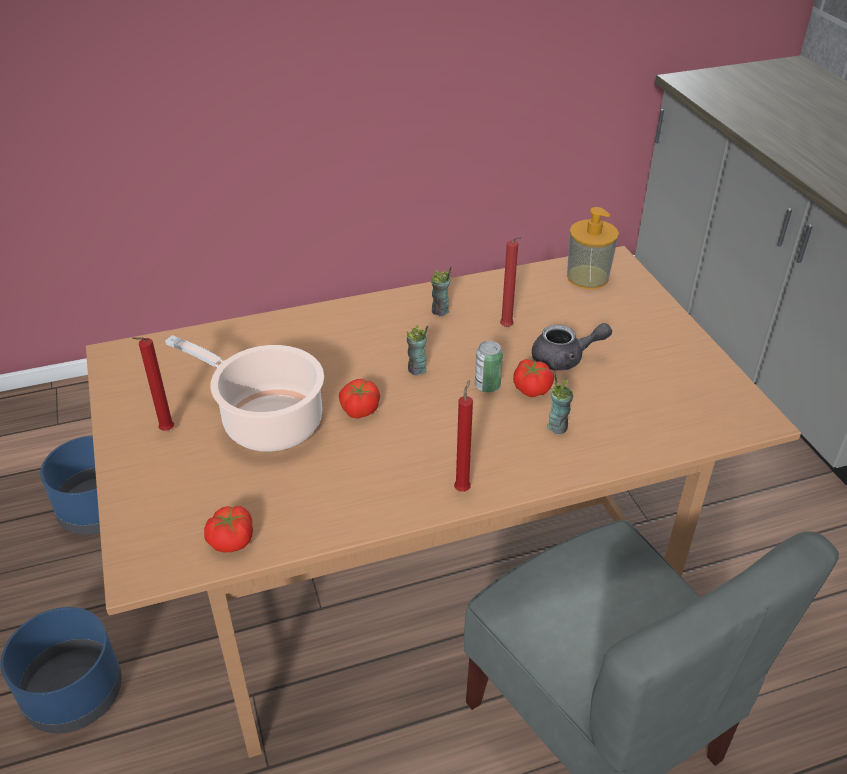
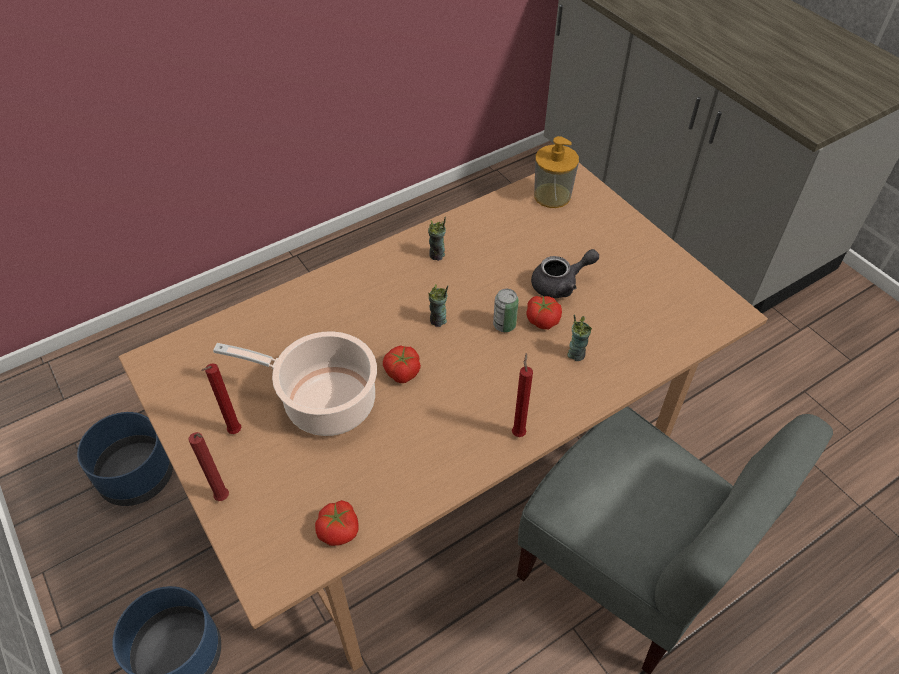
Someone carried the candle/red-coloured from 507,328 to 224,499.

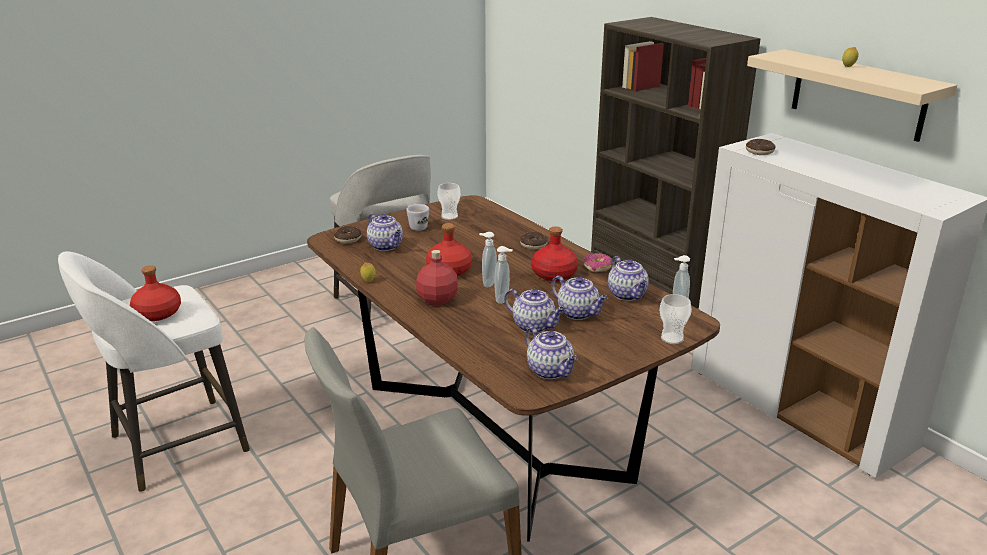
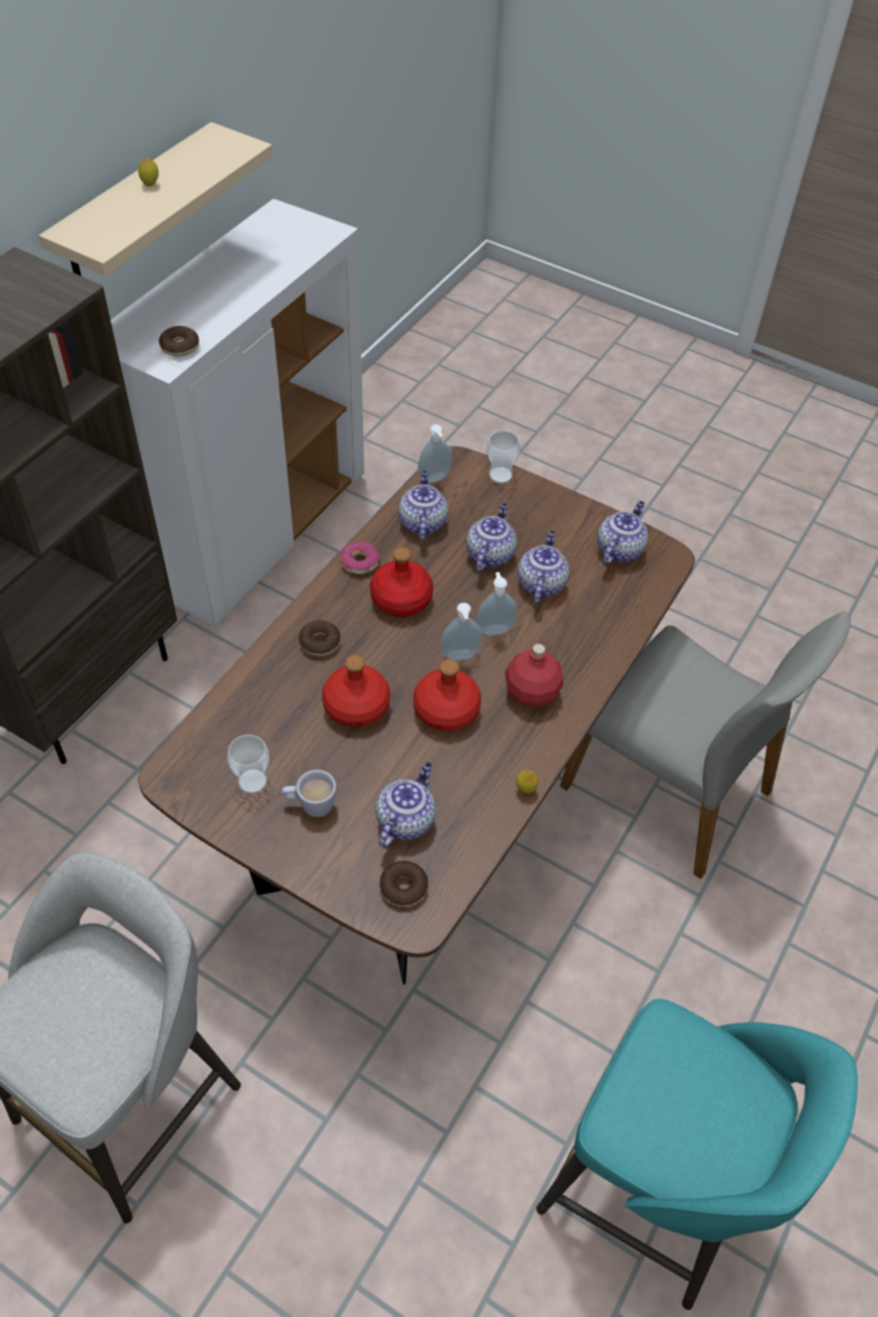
Someone repainted the sitting stool/whitish at 174,445, which became the sitting stool/turquoise at 654,1188. Someone rotated the tea pot at 628,295 by 45 degrees counterclockwise. Someone carried the beverage bottle/red-coloured from 158,313 to 356,705.

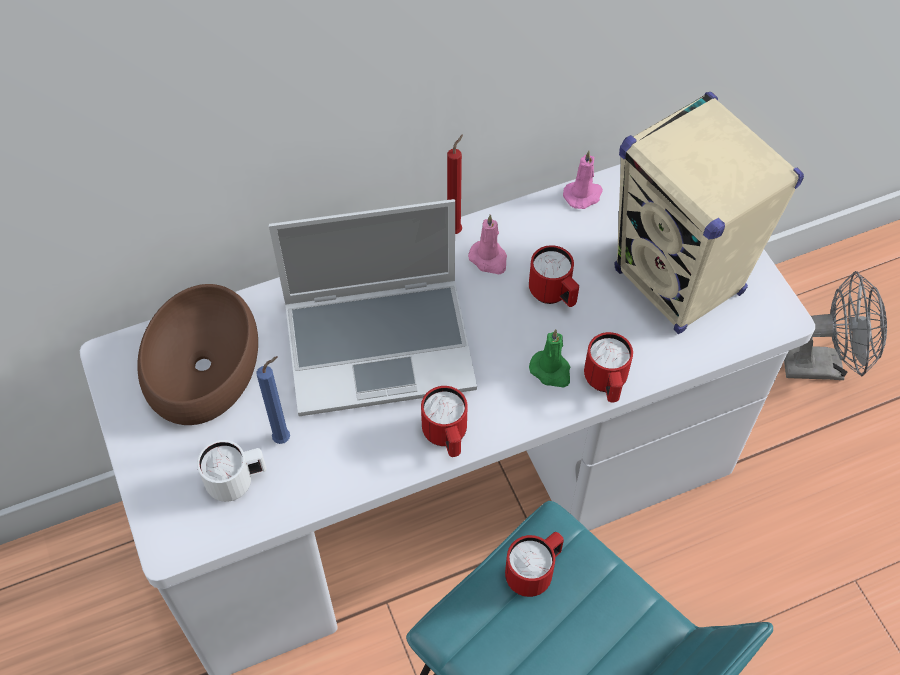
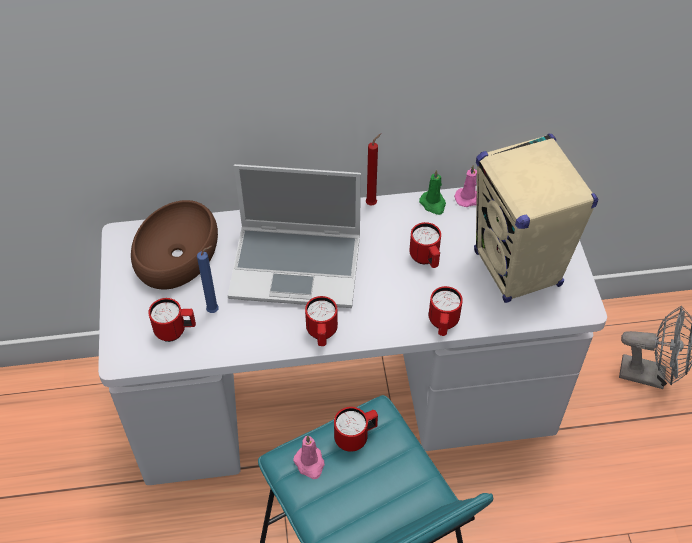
Someone carried the candle/pink from 489,259 to 310,463. Someone carried the candle/green-coloured from 551,371 to 433,204. Someone repainted the tea mug/whitish at 237,482, which became the tea mug/red-coloured at 175,331.

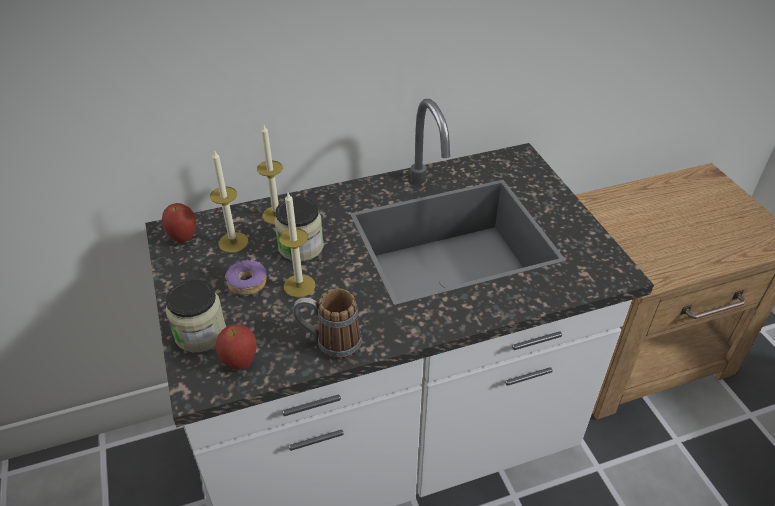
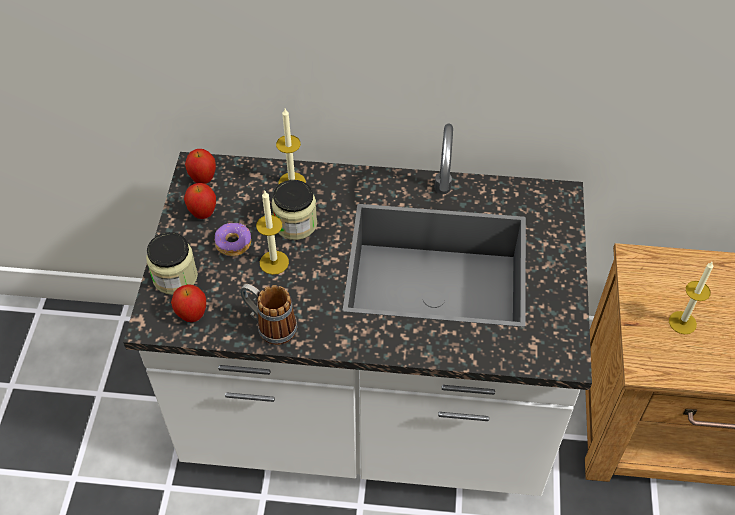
Someone carried the candle from 233,242 to 682,322. Someone put down the whole apple at 203,213.

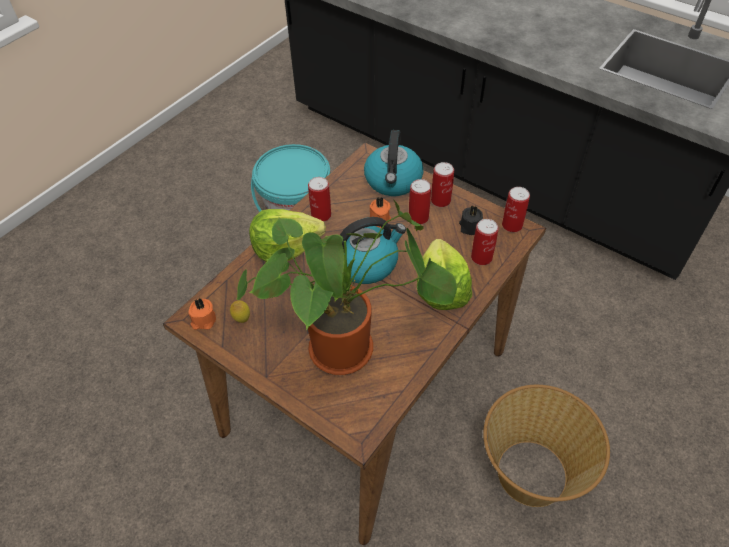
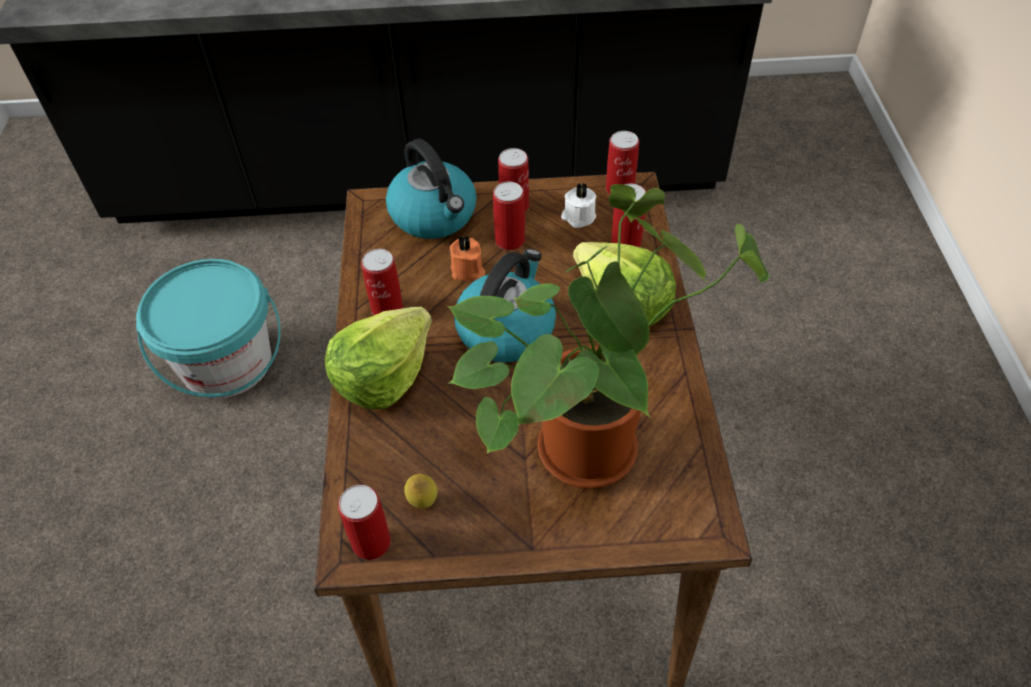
Someone repainted the candle/blackish at 470,227, which became the candle/whitish at 578,217. Someone swapped the candle/orange at 203,320 for the metal can at 371,542. Someone took away the household basket at 530,473.

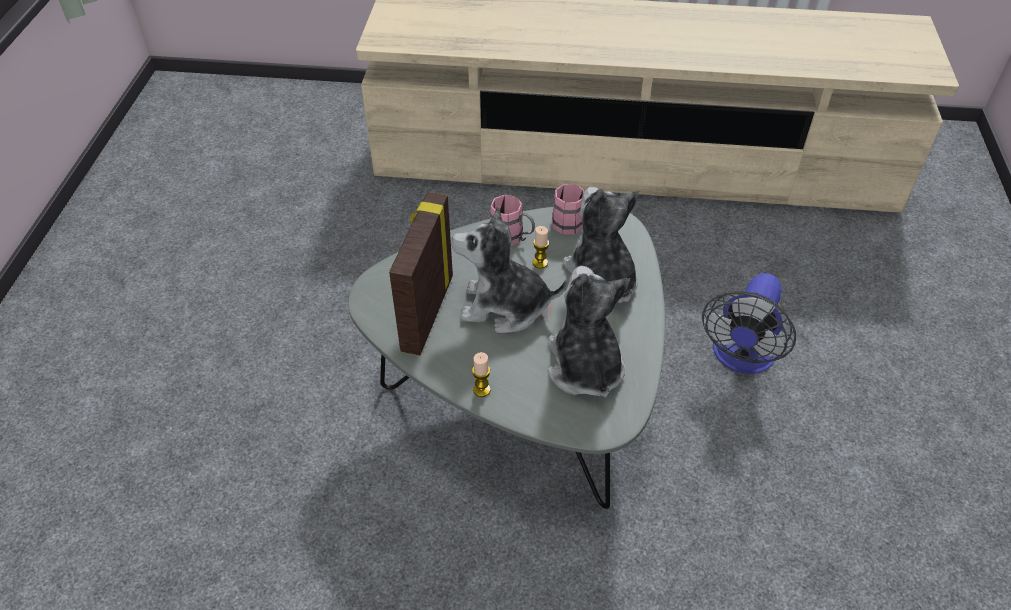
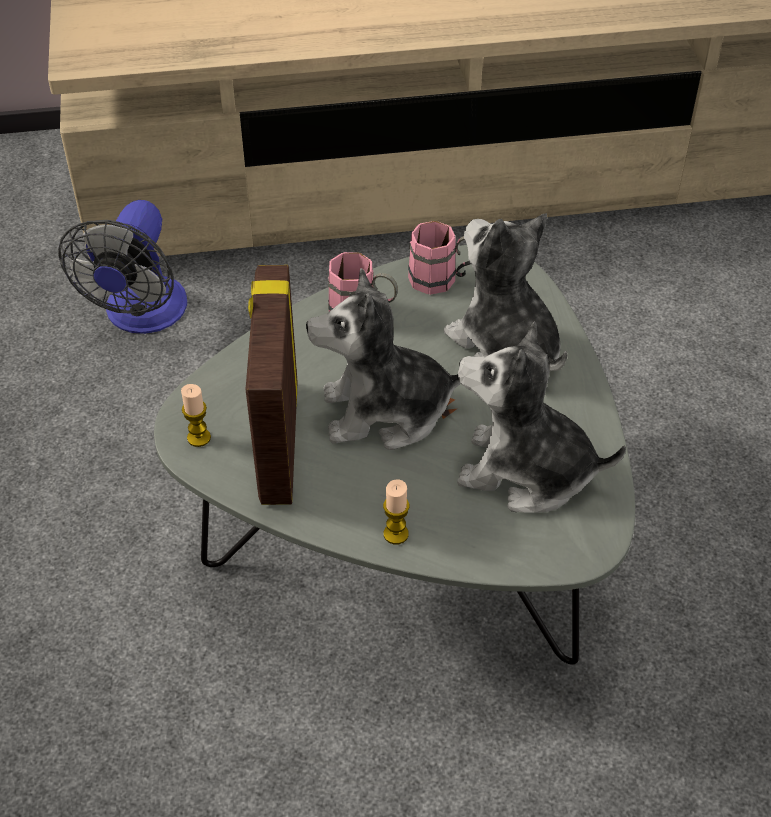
Someone carried the candle from 540,263 to 199,438. Someone rotated the plush toy at 584,367 by 45 degrees counterclockwise. Someone carried the cooling fan from 741,357 to 142,316.

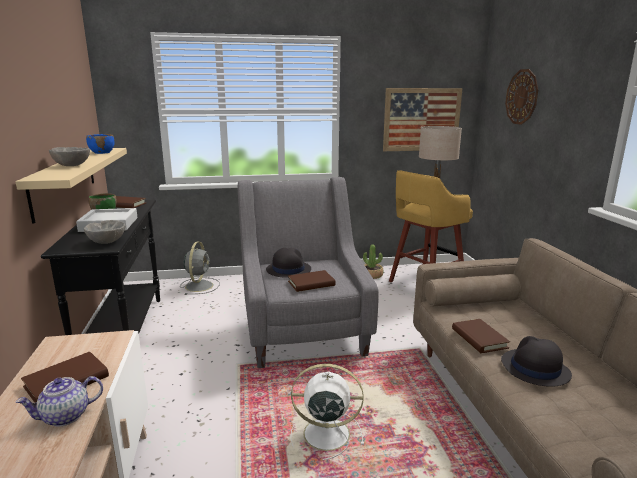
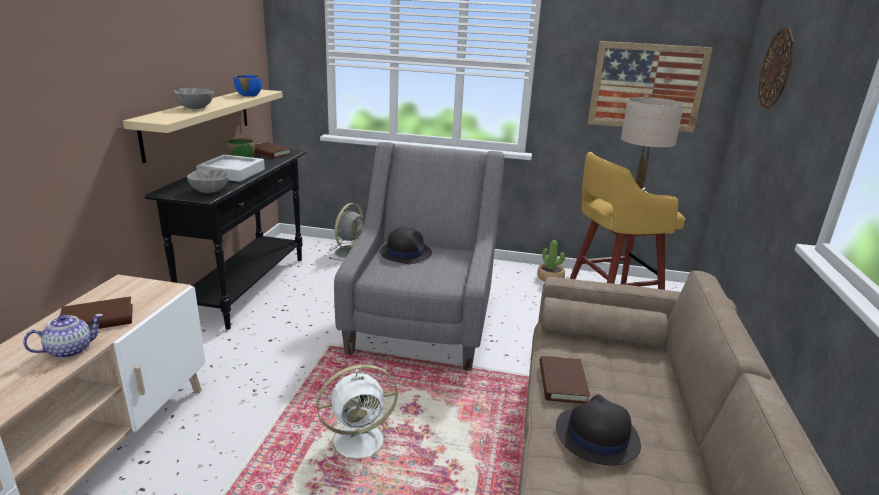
Someone took away the volume/brownish at 311,283. Someone rotated the cooling fan/whitish at 324,434 by 135 degrees clockwise. Someone rotated the tea pot at 65,416 by 150 degrees clockwise.

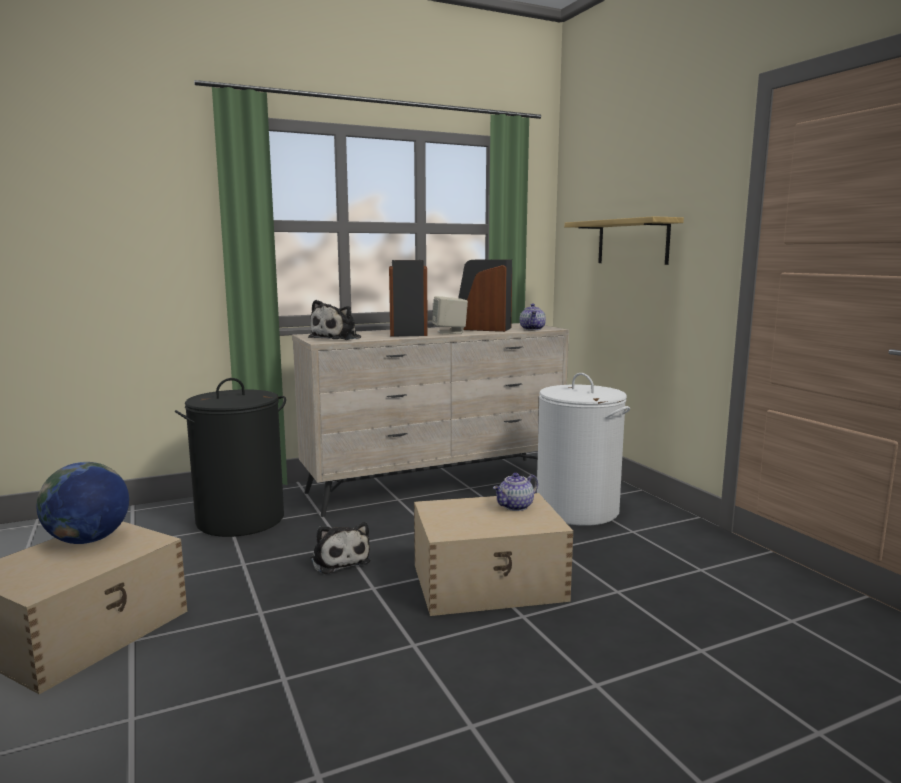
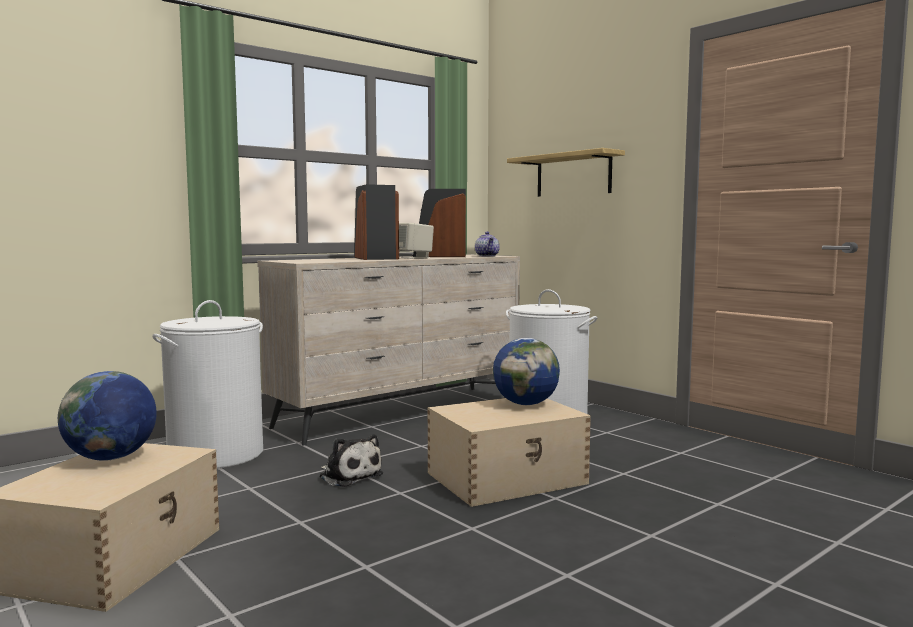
Someone took away the plush toy at 337,338. Someone repainted the laundry basket/blackish at 240,519, which became the laundry basket/whitish at 216,454. Someone swapped the tea pot at 516,507 for the desk globe at 525,404.

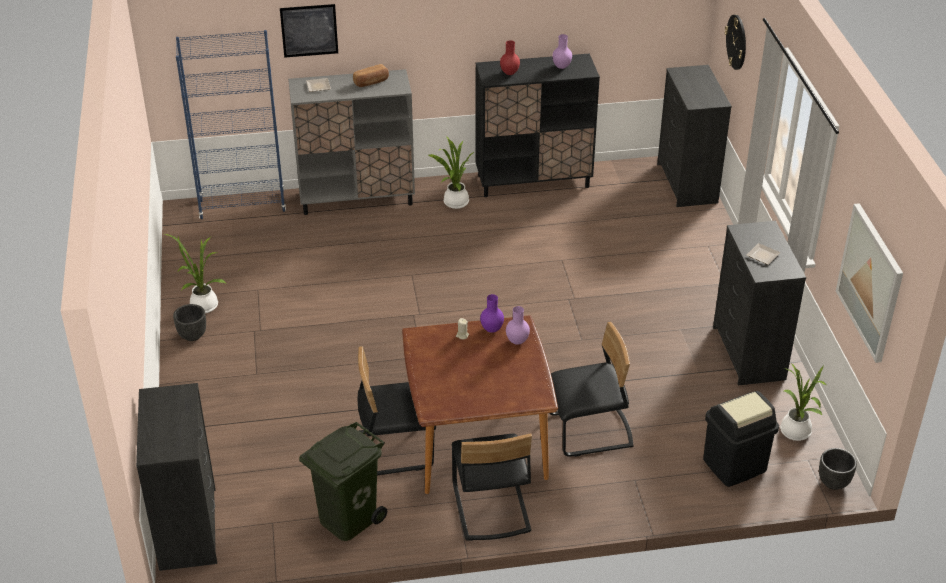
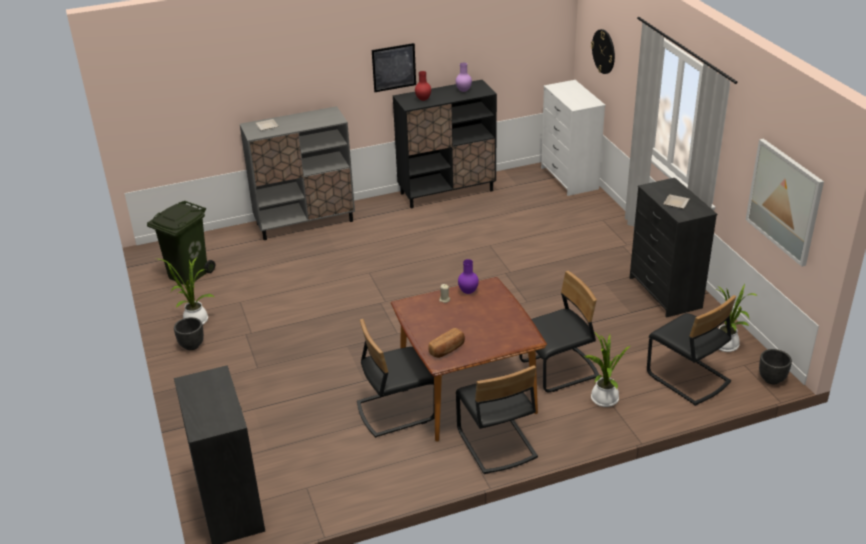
Someone carried the wall picture from 309,30 to 394,67. Someone took away the shelving unit/blue at 242,206. Someone carried the baked bread from 371,82 to 447,349. Someone repainted the drawer chest/blackish at 686,183, which became the drawer chest/whitish at 569,178. Someone carried the plant in a pot from 454,203 to 603,400. Someone took away the decorative vase/purple-coloured at 518,341. Someone swapped the waste bin/blackish at 734,466 for the upright chair/blackish at 687,378. Someone carried the waste bin/green-coloured from 347,518 to 187,273.

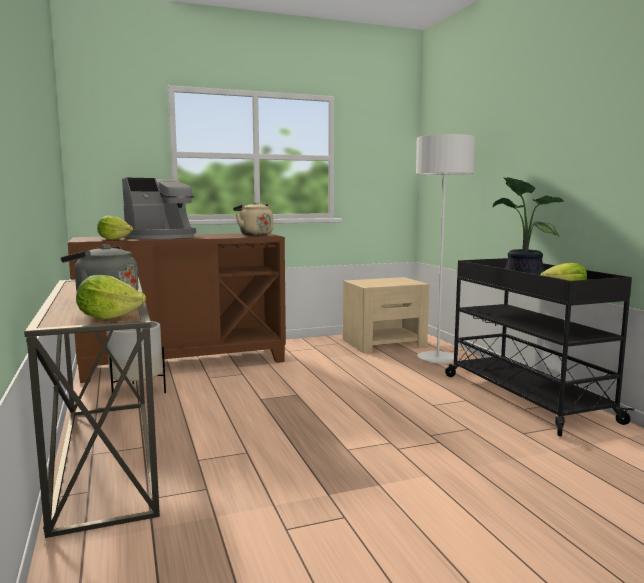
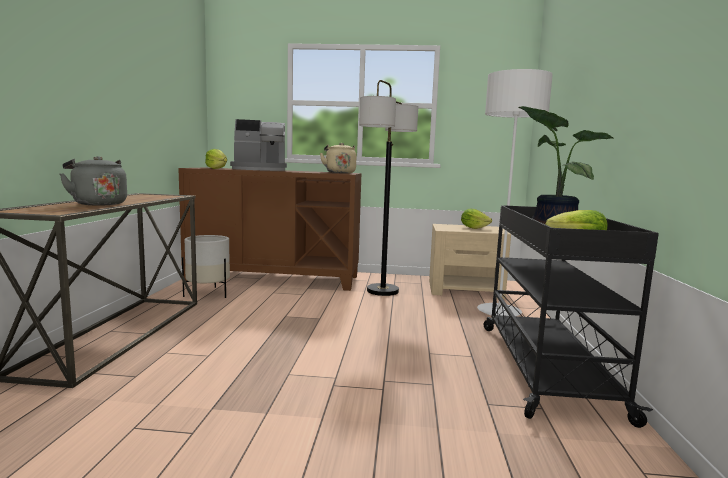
Someone carried the head of lettuce from 109,317 to 474,228. Someone put down the floor lamp at 383,291.

